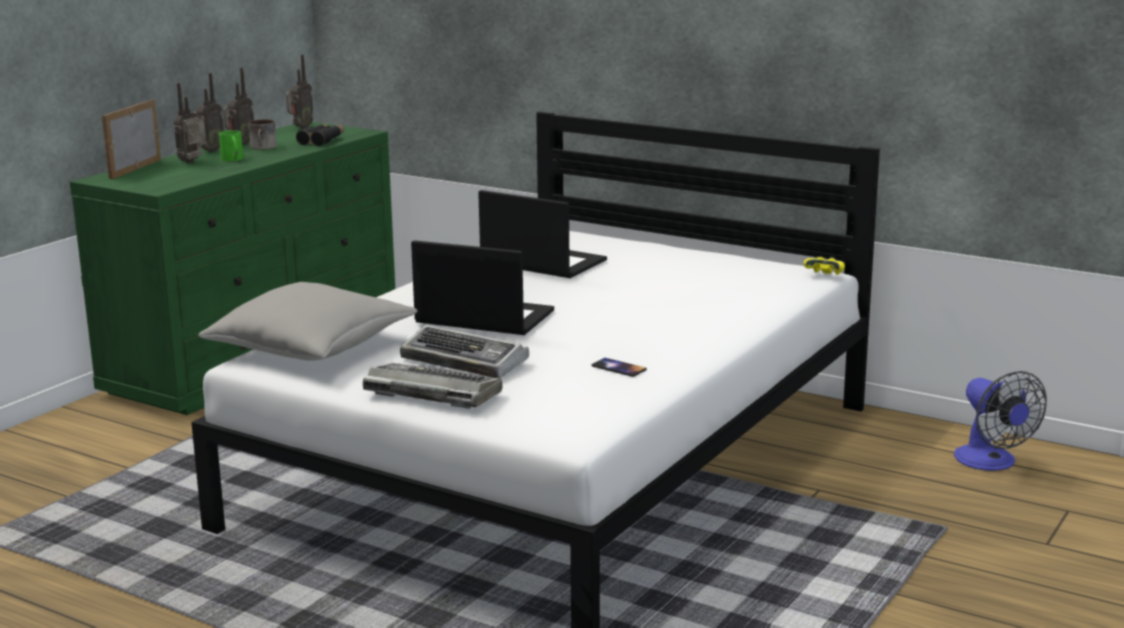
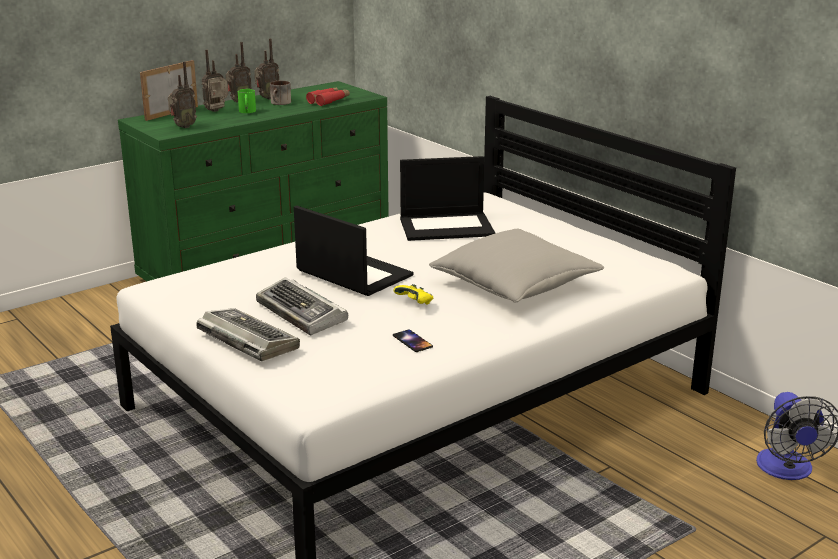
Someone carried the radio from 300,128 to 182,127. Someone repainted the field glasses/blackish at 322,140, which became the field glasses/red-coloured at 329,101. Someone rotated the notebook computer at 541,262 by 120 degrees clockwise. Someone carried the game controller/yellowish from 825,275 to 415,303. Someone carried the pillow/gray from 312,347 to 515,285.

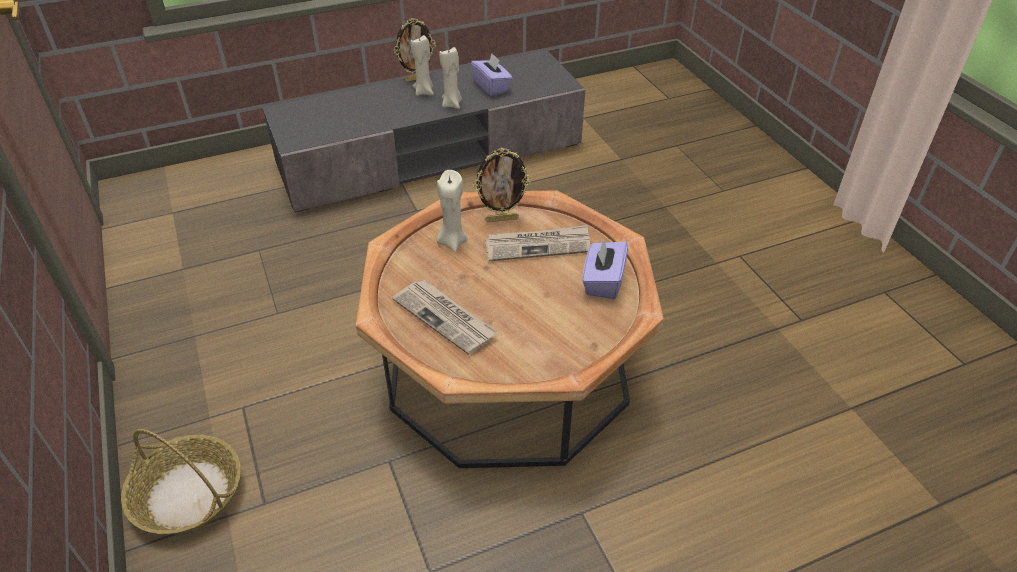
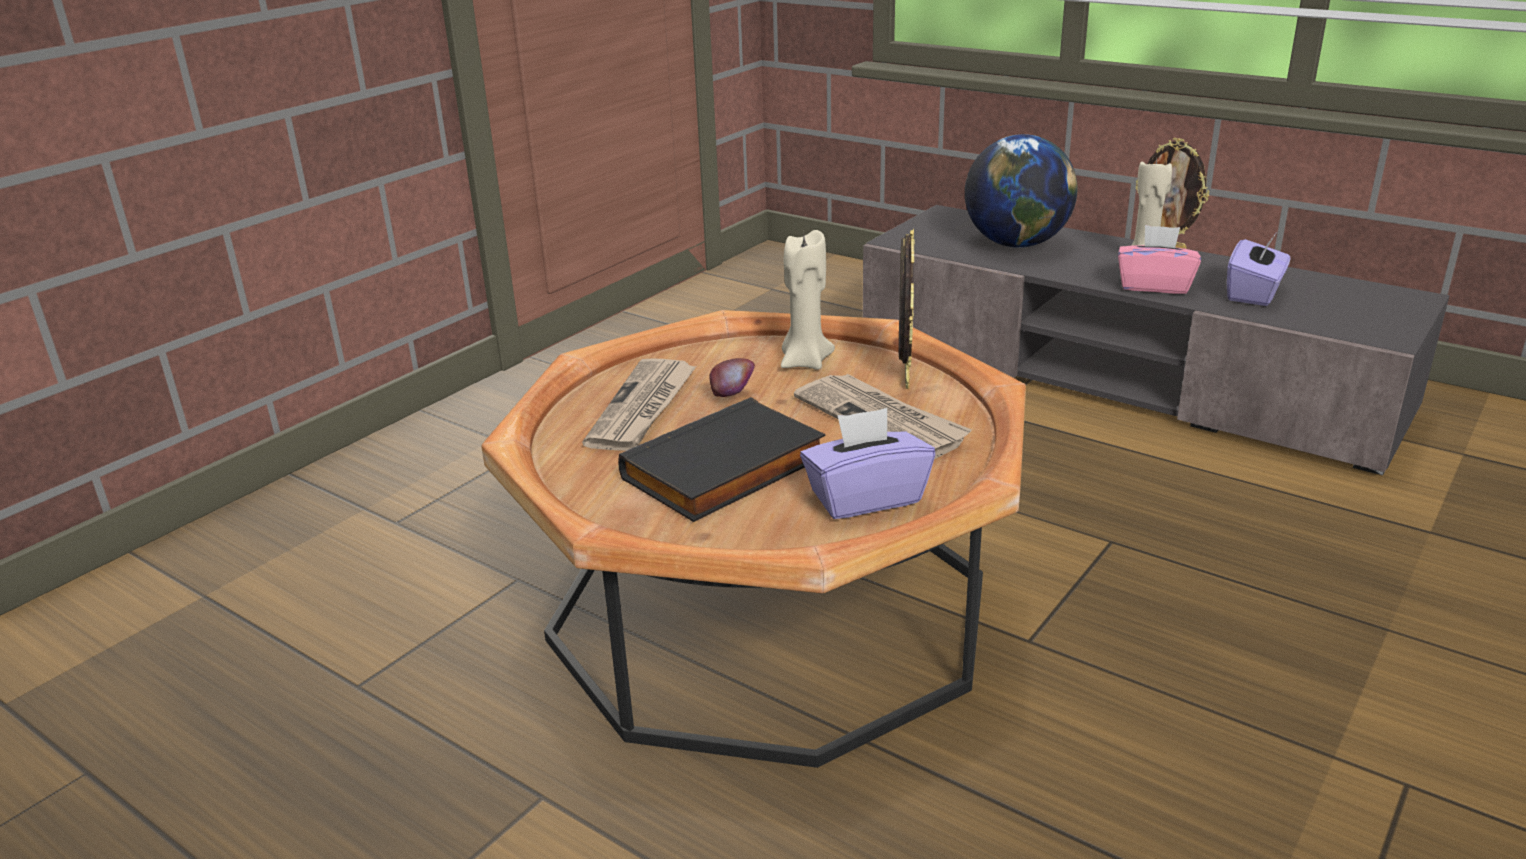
Someone swapped the candle/sand-coloured at 452,104 for the tissue holder/pink at 1154,286. Someone rotated the photo frame at 502,219 by 135 degrees counterclockwise. Someone took away the household basket at 187,494. Someone put down the desk globe at 1016,244. Someone put down the whole apple at 733,396. Someone put down the volume/blackish at 726,470.

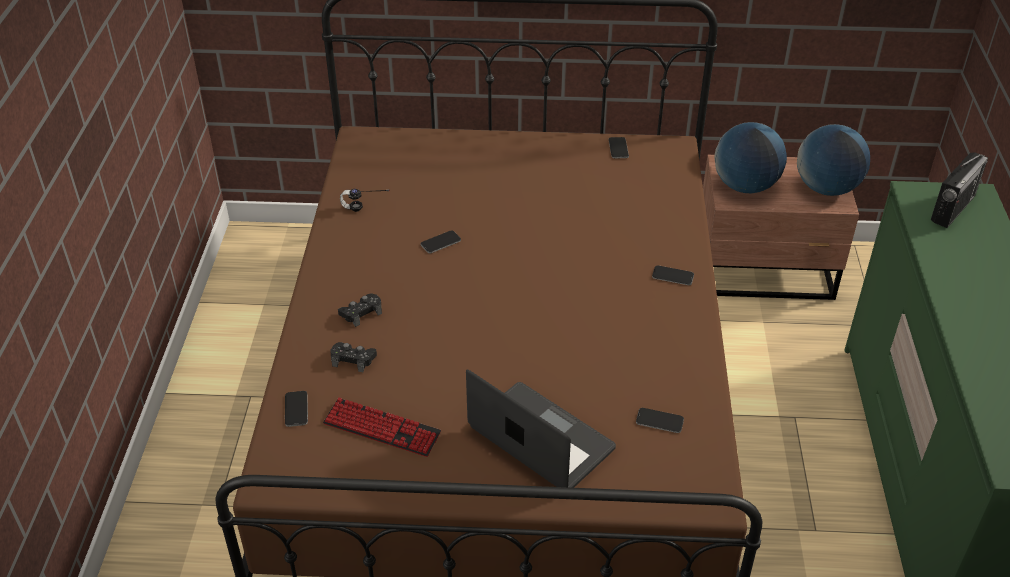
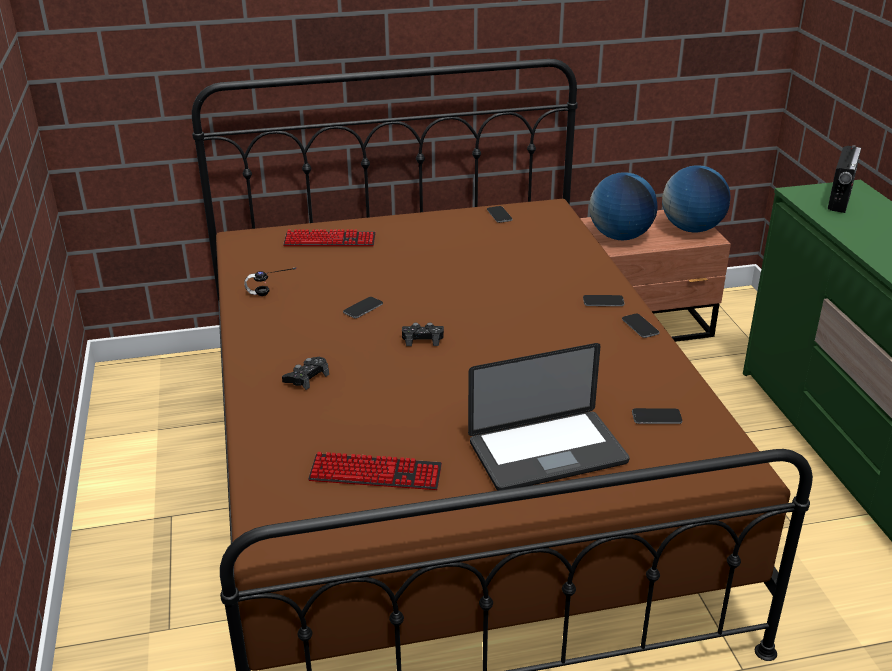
Someone carried the game controller/blackish from 353,359 to 422,339. Someone rotated the notebook computer at 541,439 by 135 degrees clockwise. Someone carried the telephone from 296,409 to 640,326. Someone put down the PC keyboard at 330,240.

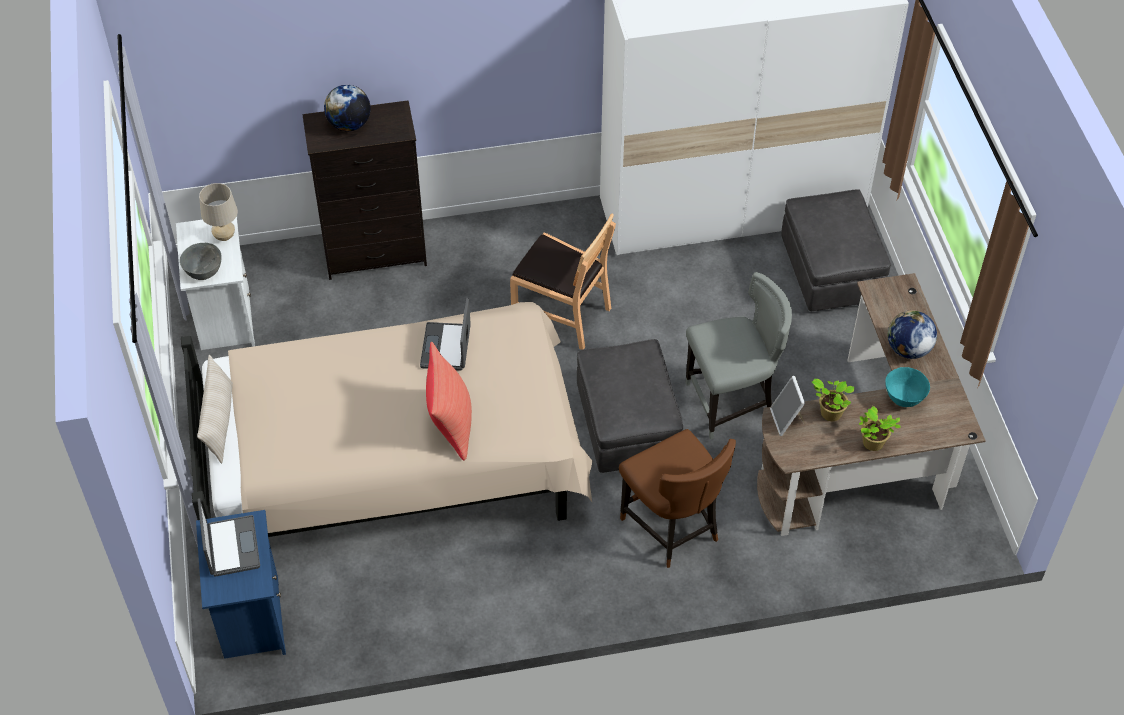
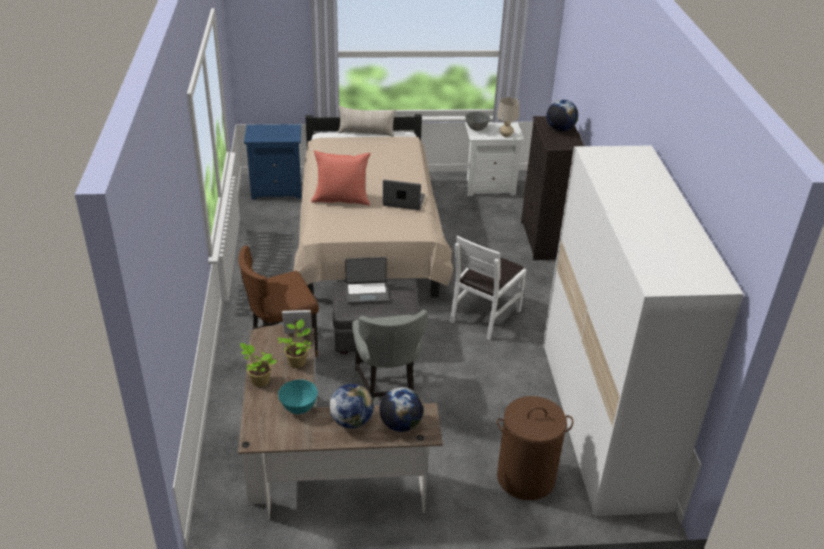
Someone swapped the ottoman/gray at 830,272 for the laundry basket/brownish at 525,478. Someone repainted the upright chair/brownish at 562,314, which became the upright chair/whitish at 484,315. Someone carried the notebook computer from 231,547 to 367,293. Someone put down the desk globe at 400,424.

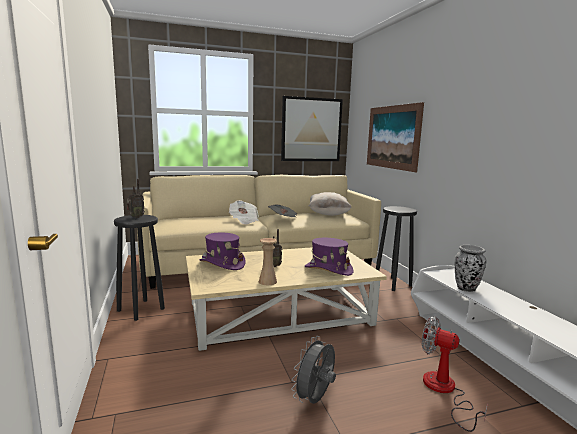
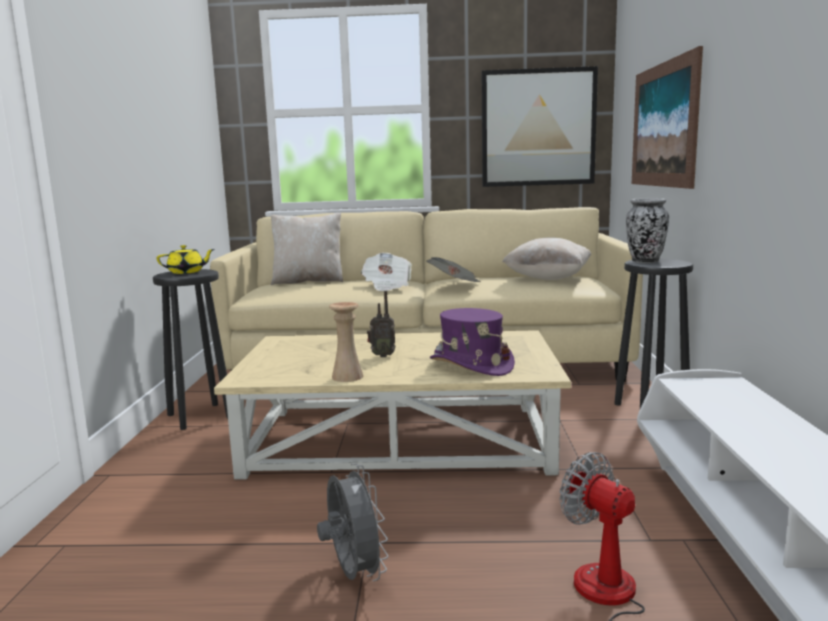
Someone swapped the radio at 135,217 for the tea pot/yellowish at 187,272. Someone took away the clothing hat/purple-coloured at 222,264. Someone carried the decorative vase from 466,289 to 645,261. Someone rotated the cooling fan/gray at 315,399 by 105 degrees clockwise. Someone put down the pillow/sand-coloured at 308,281.

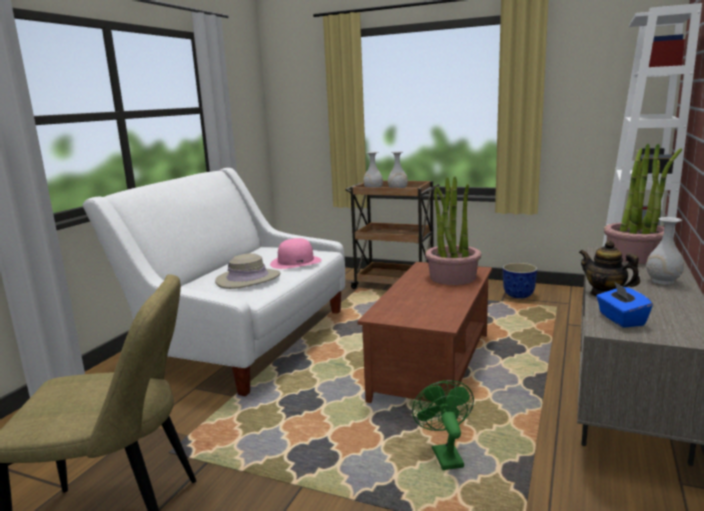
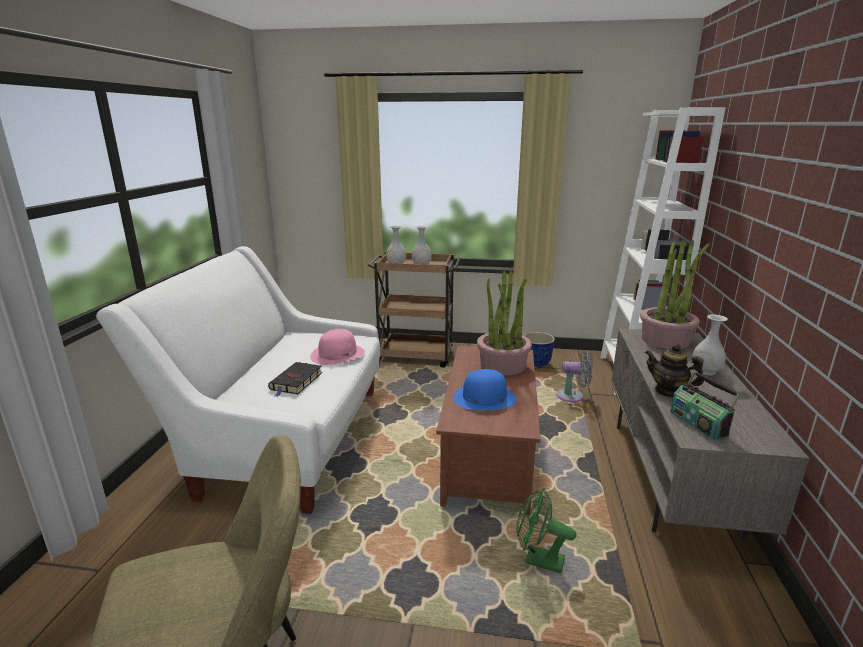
Someone swapped the clothing hat/sand-coloured at 248,279 for the volume/blackish at 296,382. Someone swapped the tissue holder/blue at 621,319 for the radio at 699,423. Someone rotated the cooling fan/green-coloured at 444,454 by 45 degrees counterclockwise. Someone put down the cooling fan/gray at 573,396. Someone put down the clothing hat/blue at 484,398.

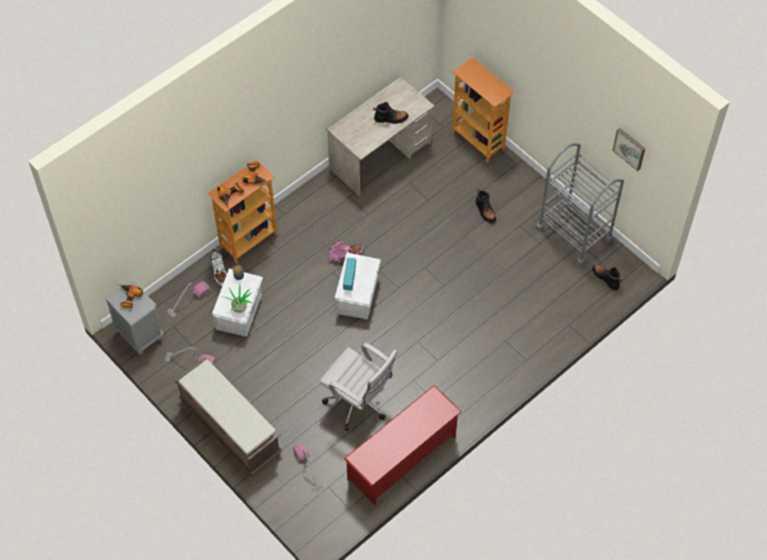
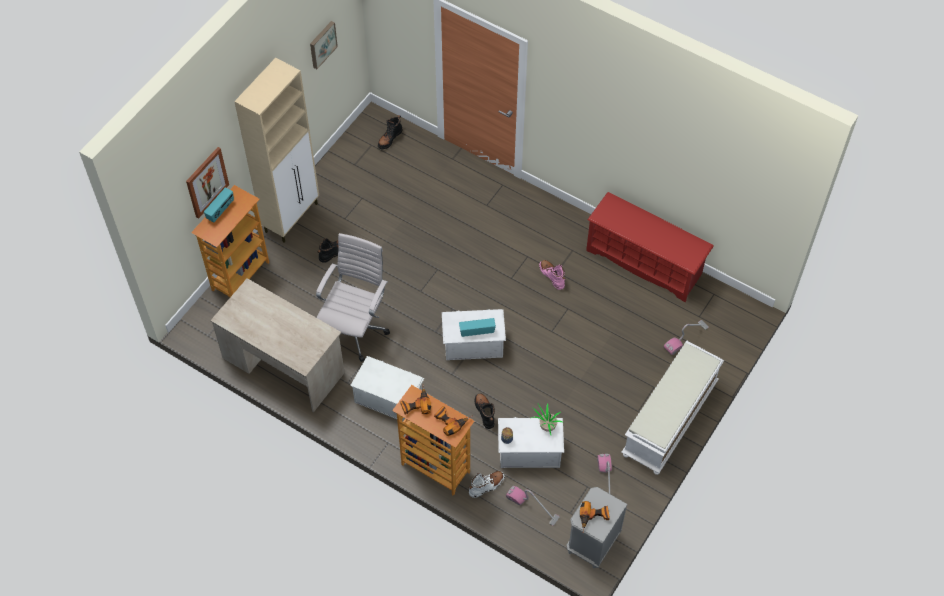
Someone carried the high-top boot/blackish from 391,118 to 485,412. Someone took away the cart/gray at 574,233. Someone carried the high-top boot/pink from 346,254 to 552,276. Someone carried the desk chair/whitish from 359,404 to 355,329. Someone repainted the long seat/brownish at 229,427, which became the long seat/whitish at 670,420. Someone put down the cupboard/sand-coloured at 292,217. Someone put up the wall picture at 206,182. Someone put down the radio at 220,210. Someone put down the storage container/whitish at 388,397.

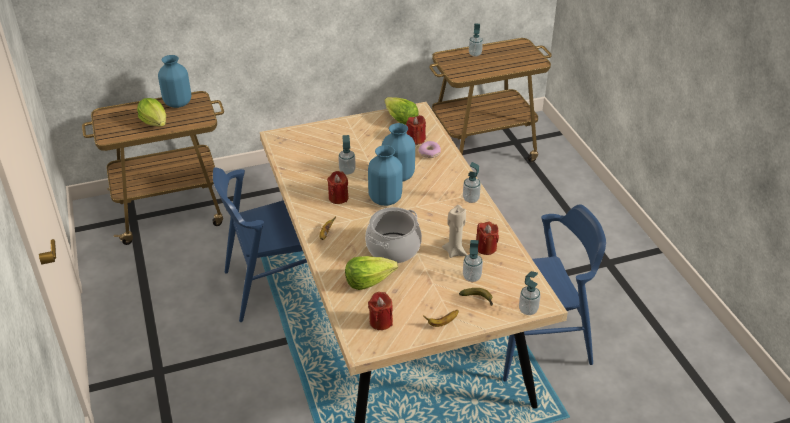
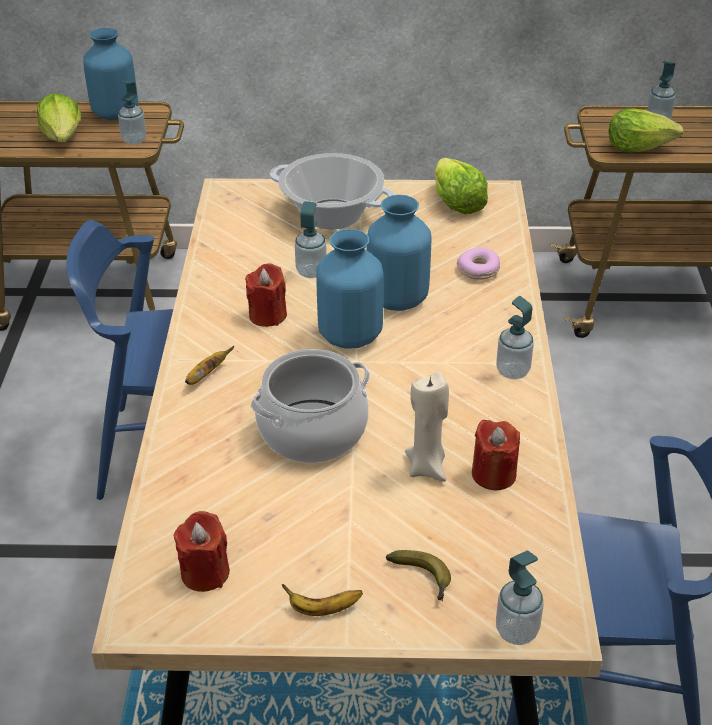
Someone took away the candle/red-coloured at 415,139. Someone carried the soap bottle from 471,277 to 134,140. Someone carried the head of lettuce from 368,280 to 638,147. Someone put down the cooking pot at 331,215.

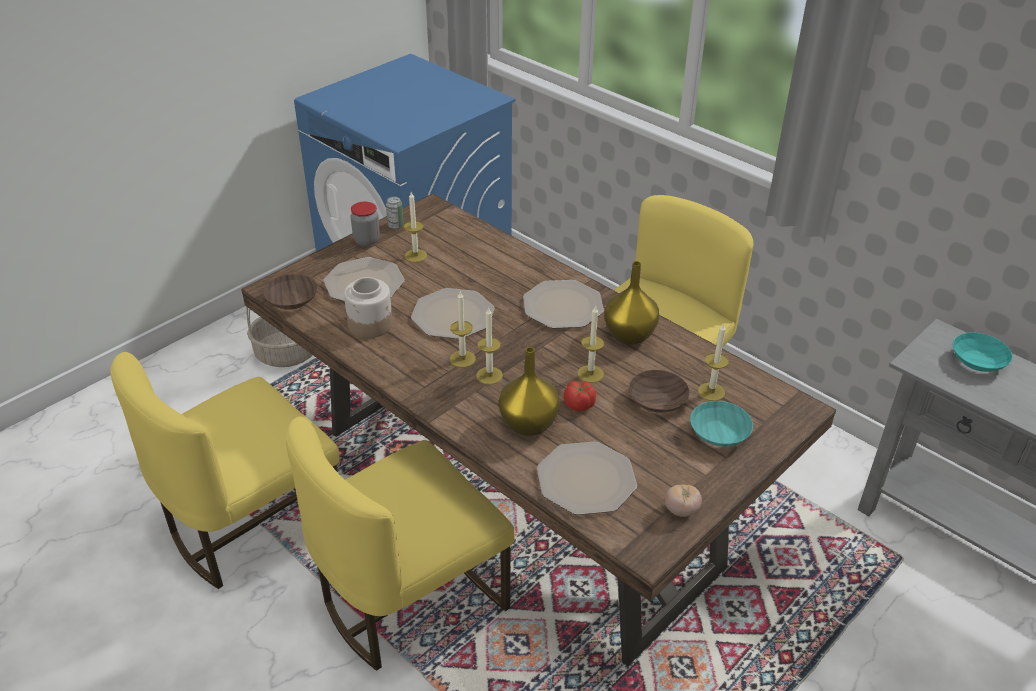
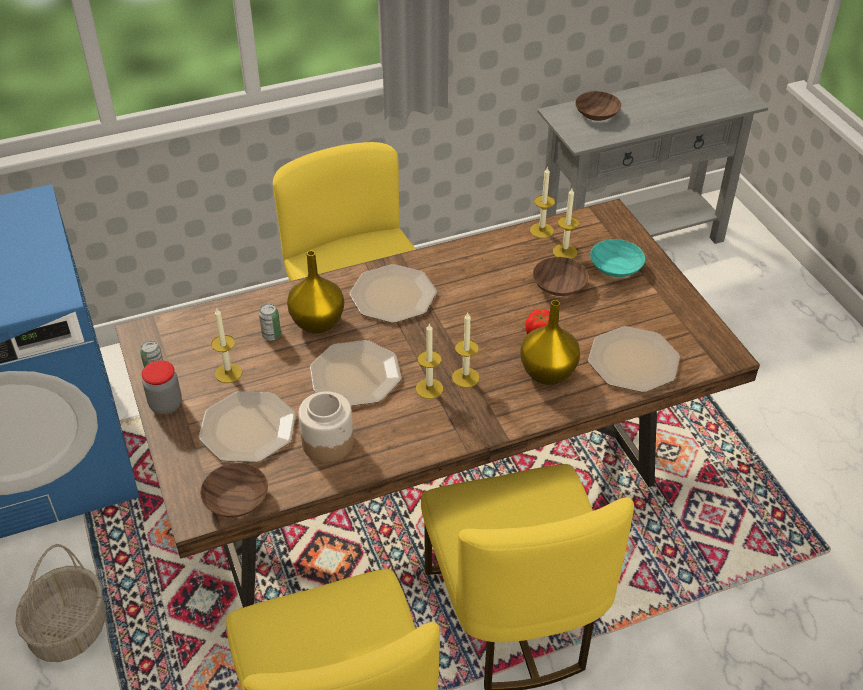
Someone carried the decorative vase/yellowish from 630,336 to 318,322. Someone carried the candle from 590,374 to 541,230. Someone repainted the serving bowl/turquoise at 976,361, which became the serving bowl/brownish at 596,114. Someone took away the whole tomato at 681,510. Someone put down the metal can at 271,335.

